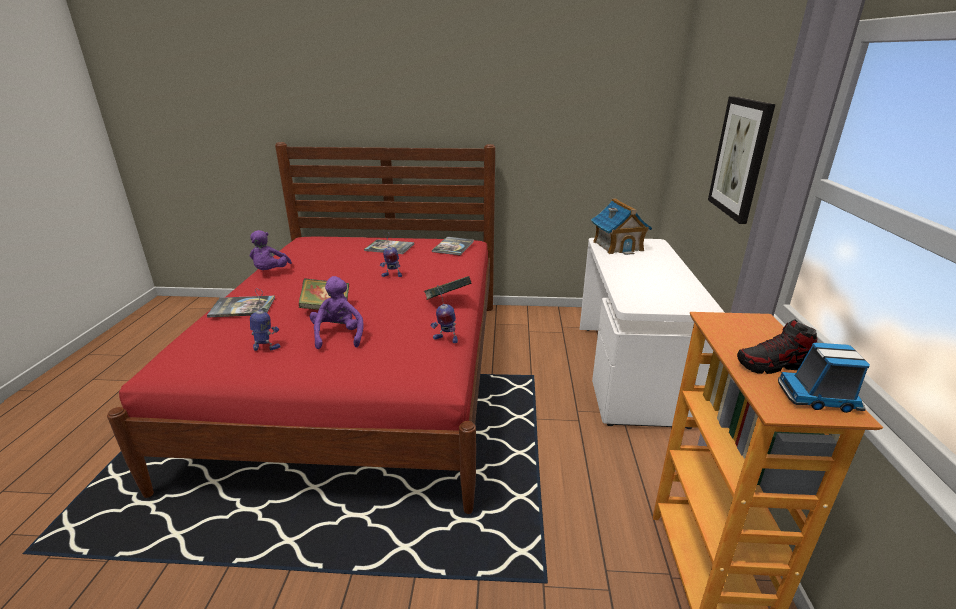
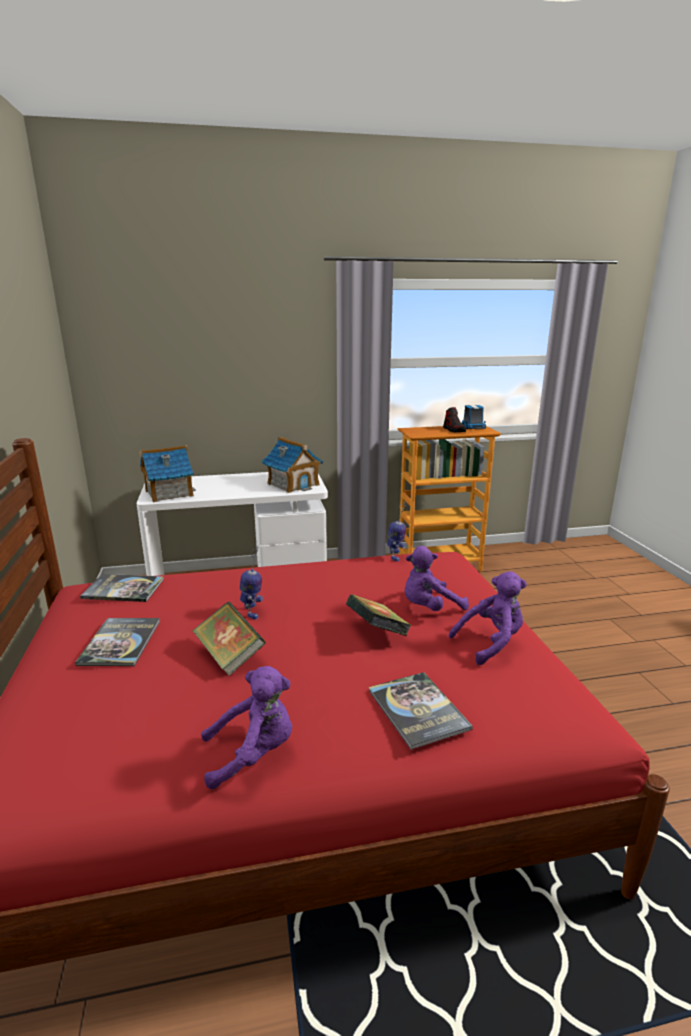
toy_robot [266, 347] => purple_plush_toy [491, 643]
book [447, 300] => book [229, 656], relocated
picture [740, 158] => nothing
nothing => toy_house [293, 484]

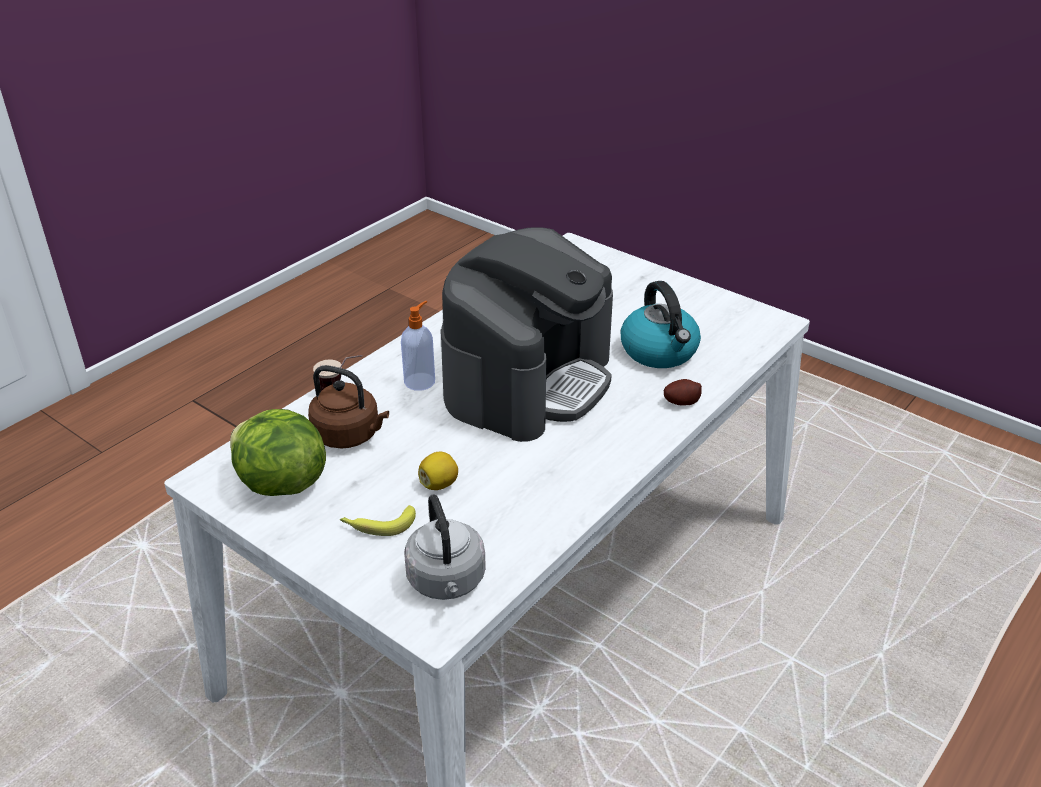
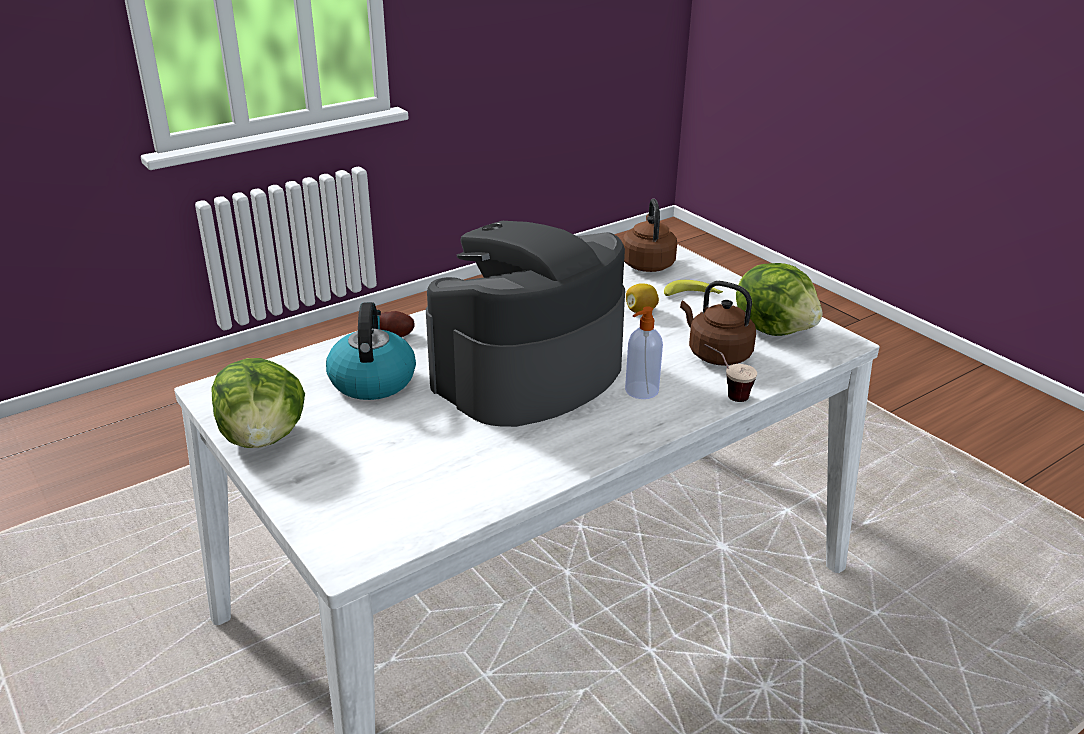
grey_kettle [447, 582] => brown_kettle [647, 263]
nothing => lettuce [264, 438]

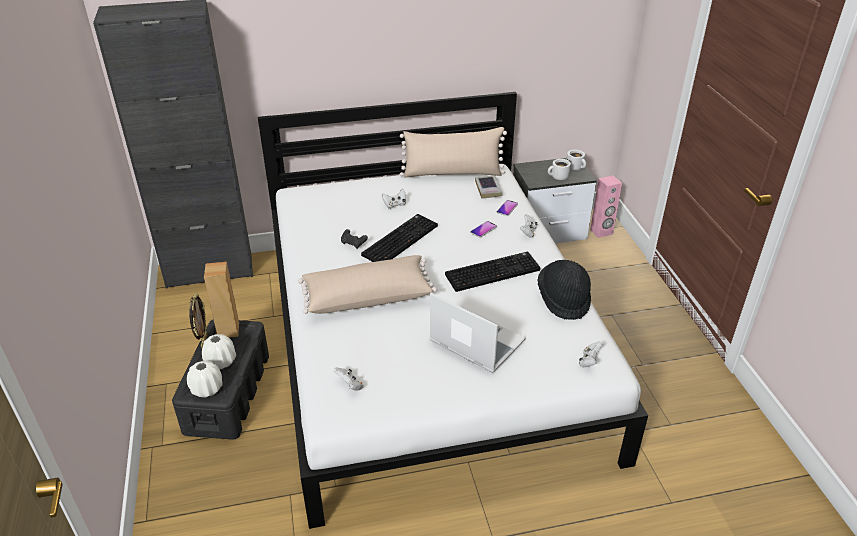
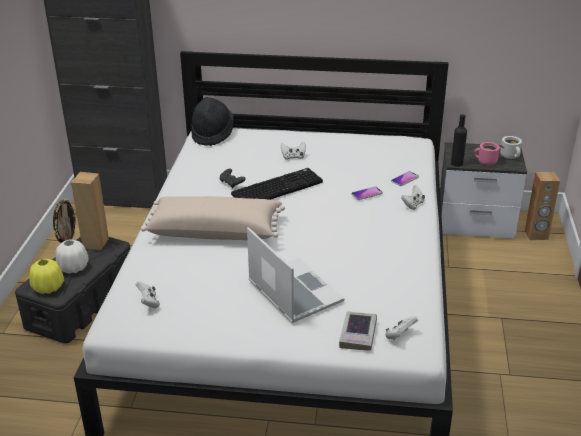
white_vase [207, 389] => yellow_vase [48, 287]
beige_pillow [452, 173] => nothing
keyboard [493, 271] => nothing
book [488, 189] => book [358, 334], relocated
black_hat [563, 299] => black_hat [212, 134], relocated
white_mug [558, 177] => pink_mug [485, 162]
pink_speaker [601, 232] => brown_speaker [536, 235]
nothing => black_bottle [456, 163]

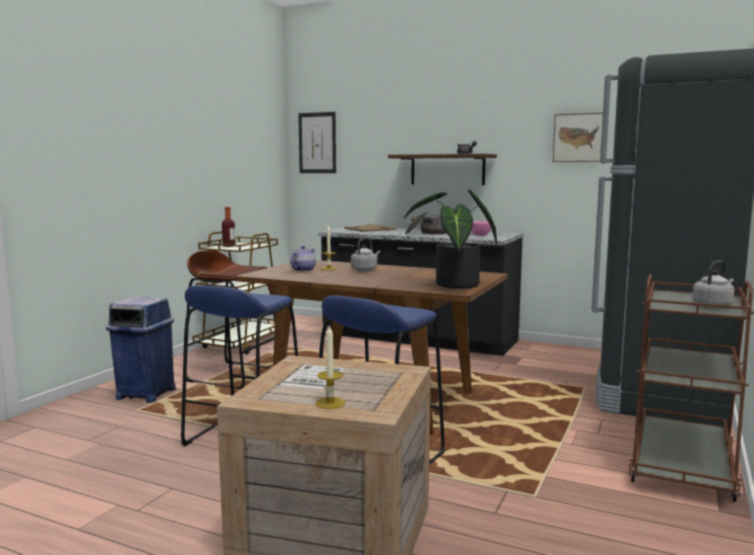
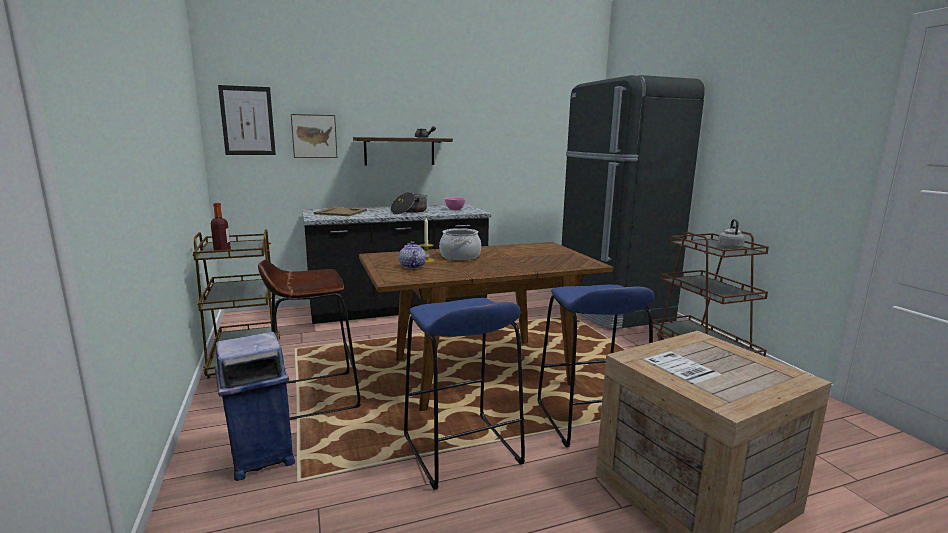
candle [330, 403] => nothing
grey_kettle [365, 270] => cooking_pot [459, 256]
potted_plant [454, 285] => nothing
picture [578, 138] => picture [314, 136], relocated

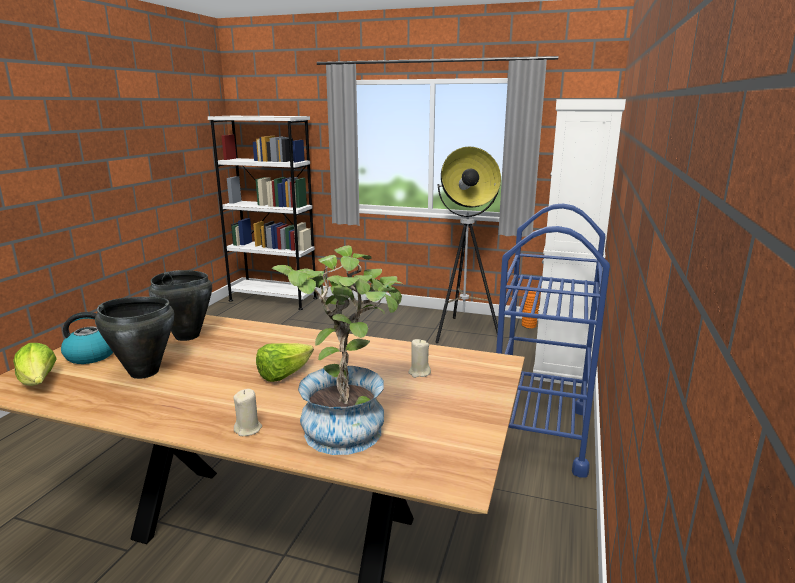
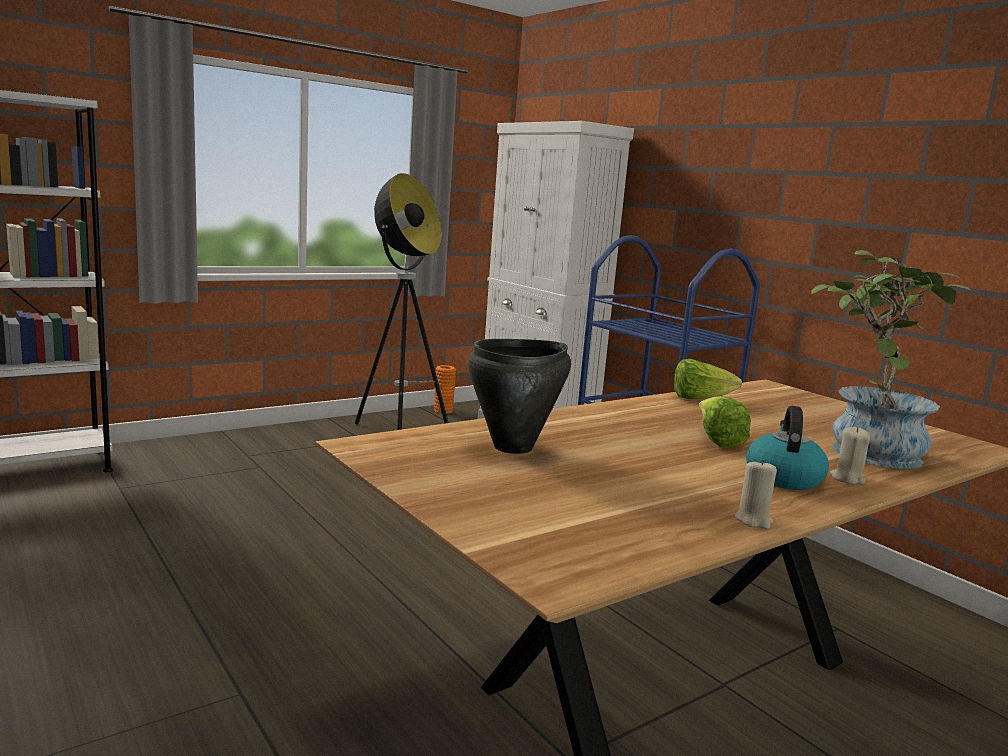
lettuce [39, 383] => lettuce [699, 399], relocated
kettle [92, 355] => kettle [783, 477], relocated
black_cooking_pot [144, 372] => nothing
beige_candle [419, 373] => beige_candle [753, 520], relocated

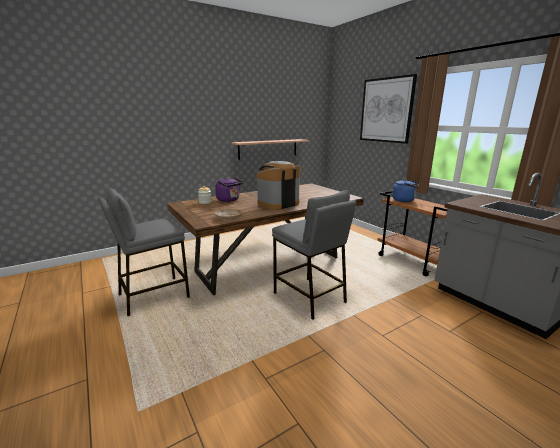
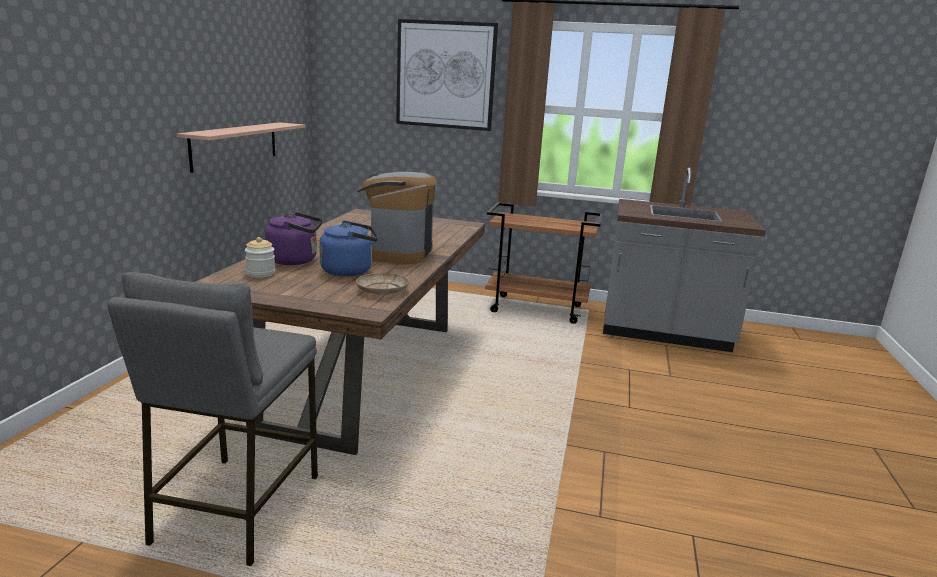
grey_stool [309, 298] => nothing
blue_kettle [404, 200] => blue_kettle [350, 271], relocated

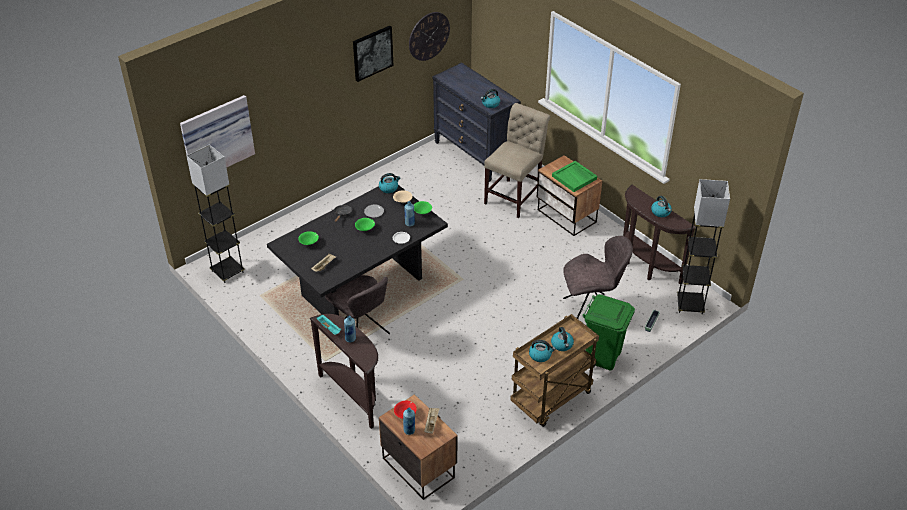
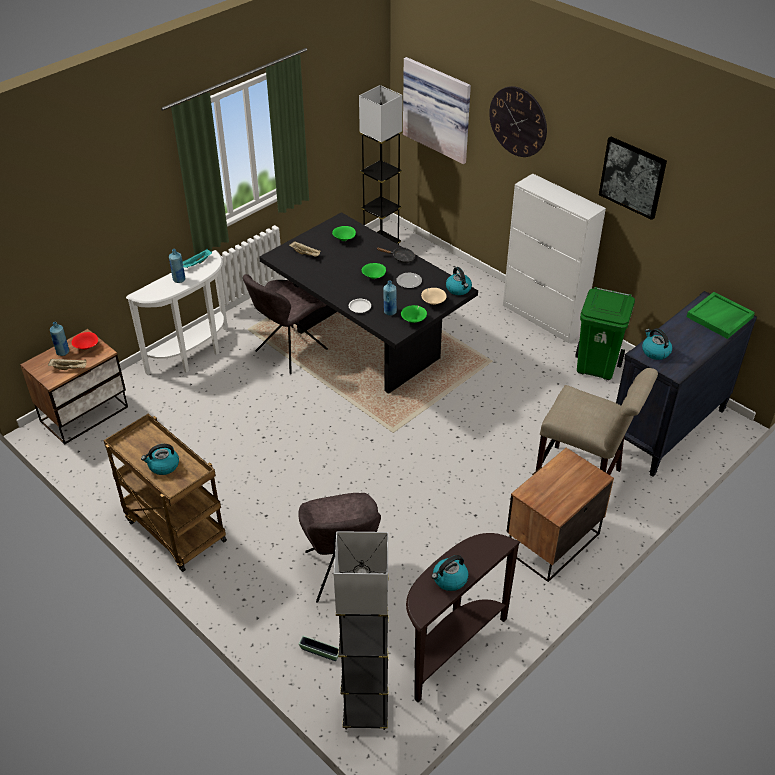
brown_console_table [353, 395] => white_console_table [194, 355]
wall_clock [429, 36] => wall_clock [518, 121], relocated
kettle [540, 355] => nothing
green_tray [574, 178] => green_tray [720, 317], relocated
green_trash_can [602, 357] => green_trash_can [597, 367], relocated
nothing => white_cabinet [543, 318]

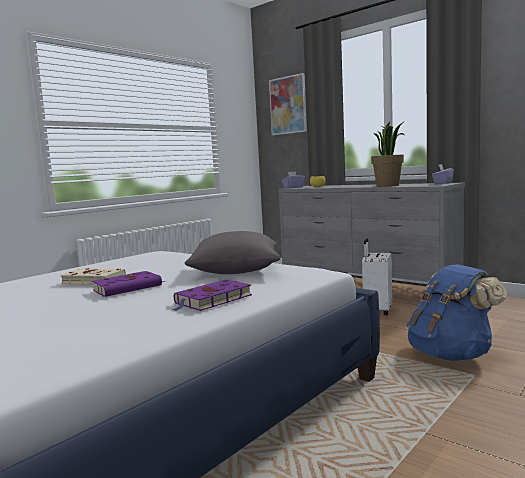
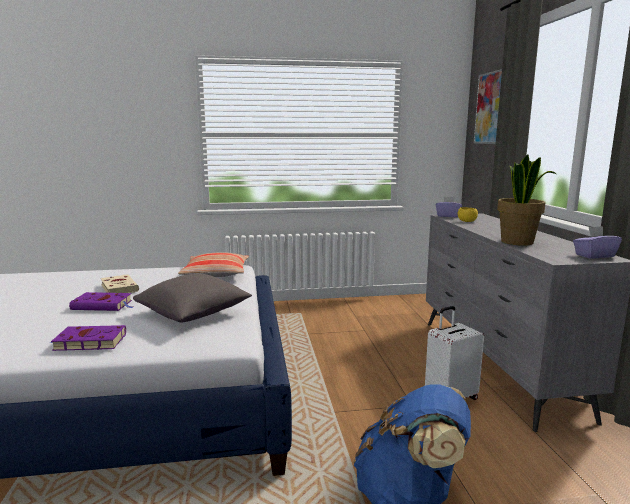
nothing => pillow [216, 273]

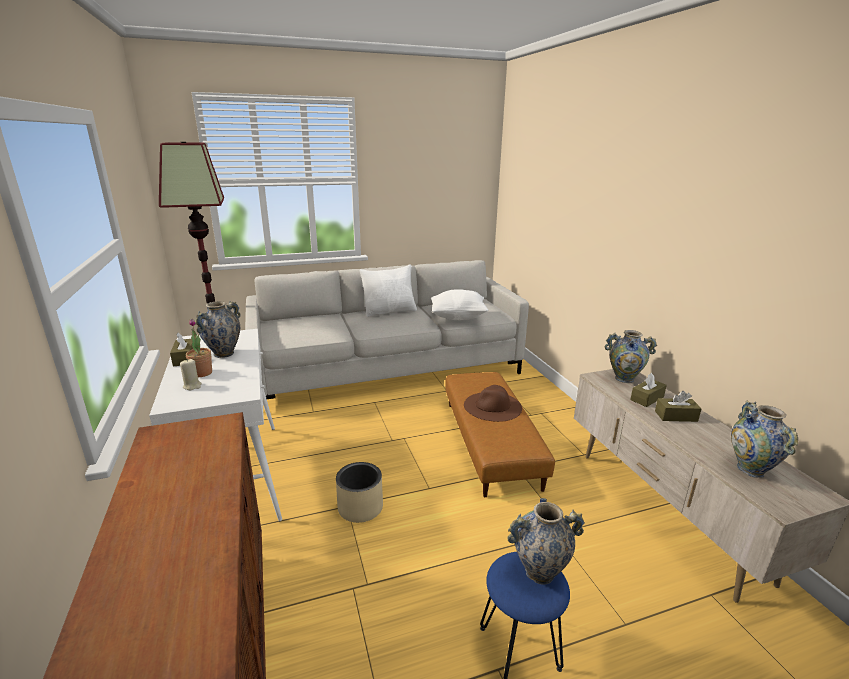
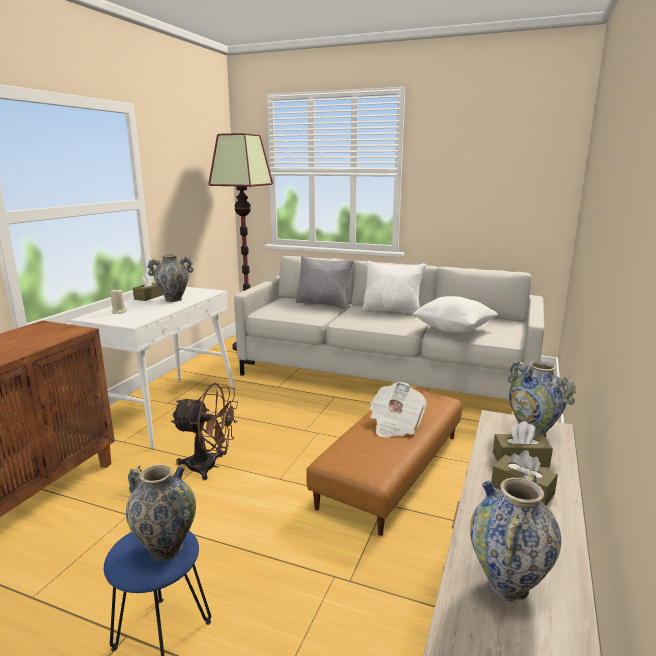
potted_plant [202, 373] => nothing
beige_planter [360, 508] => brown_fan [209, 466]
brown_hat [492, 406] => newspaper [395, 424]
nothing => grey_pillow [323, 304]

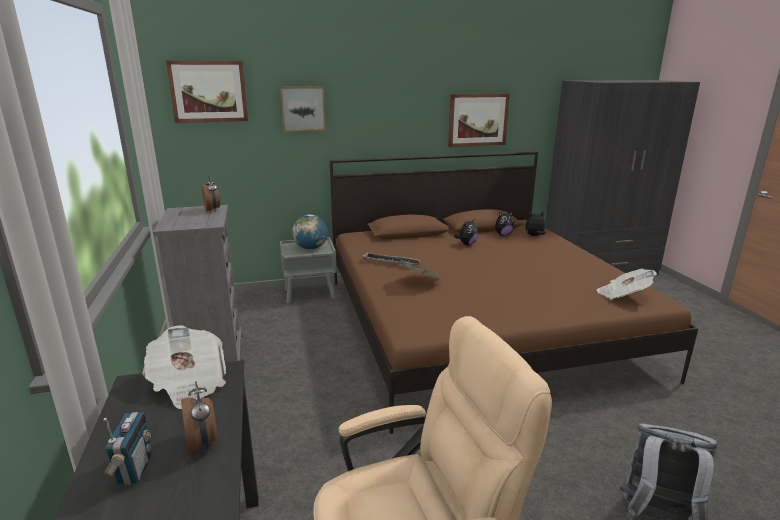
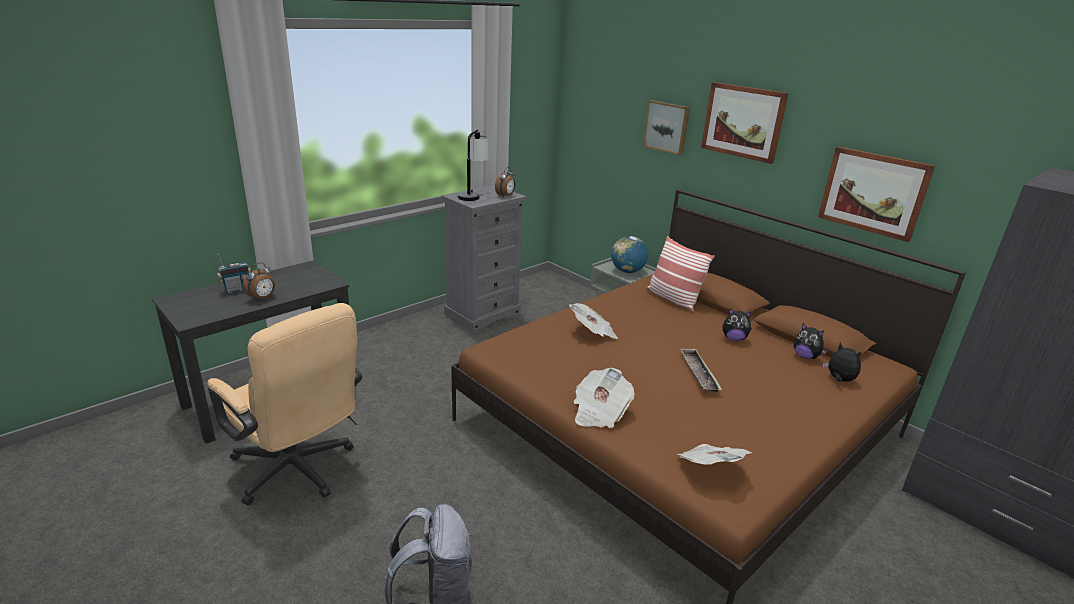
newspaper [189, 384] => newspaper [599, 412], relocated
picture [208, 91] => picture [743, 122], relocated
tray [390, 262] => tray [698, 373], relocated
nothing => table_lamp [472, 195]
nothing => pillow [673, 299]

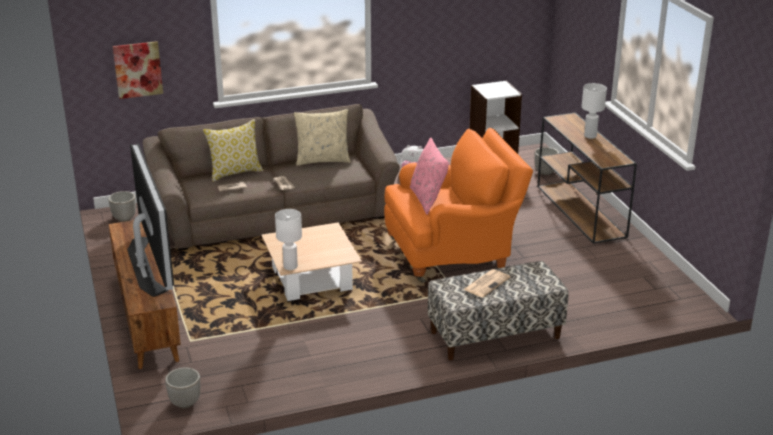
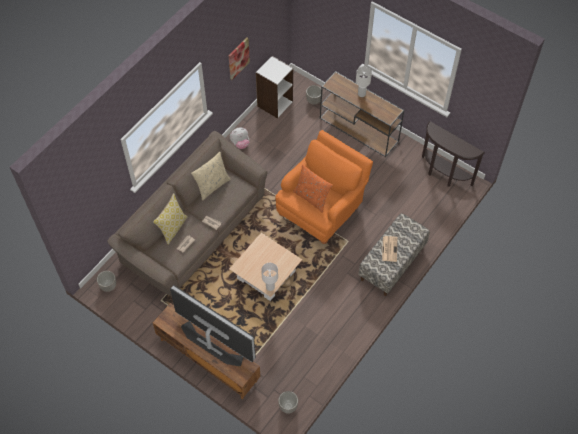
picture [138, 69] => picture [238, 58], relocated
pink_pillow [428, 199] => orange_pillow [312, 198]
nothing => brown_console_table [443, 175]

